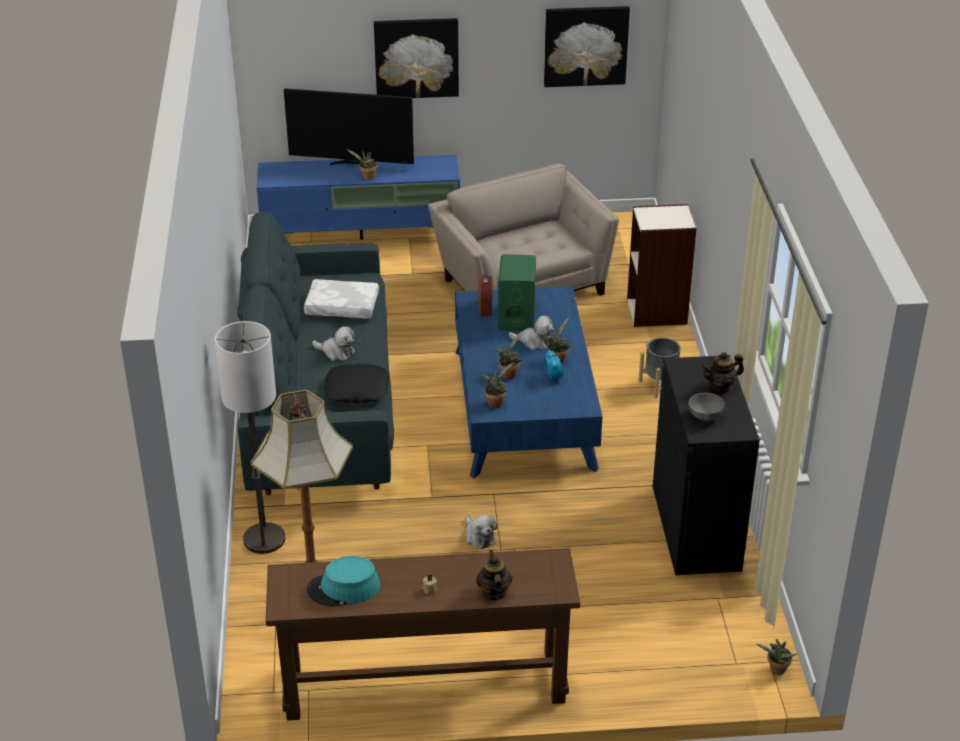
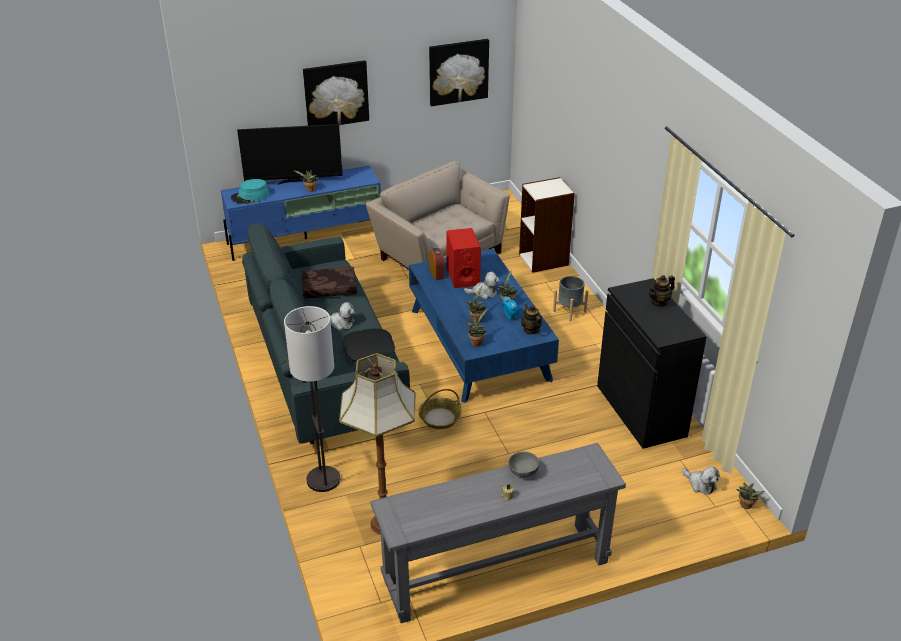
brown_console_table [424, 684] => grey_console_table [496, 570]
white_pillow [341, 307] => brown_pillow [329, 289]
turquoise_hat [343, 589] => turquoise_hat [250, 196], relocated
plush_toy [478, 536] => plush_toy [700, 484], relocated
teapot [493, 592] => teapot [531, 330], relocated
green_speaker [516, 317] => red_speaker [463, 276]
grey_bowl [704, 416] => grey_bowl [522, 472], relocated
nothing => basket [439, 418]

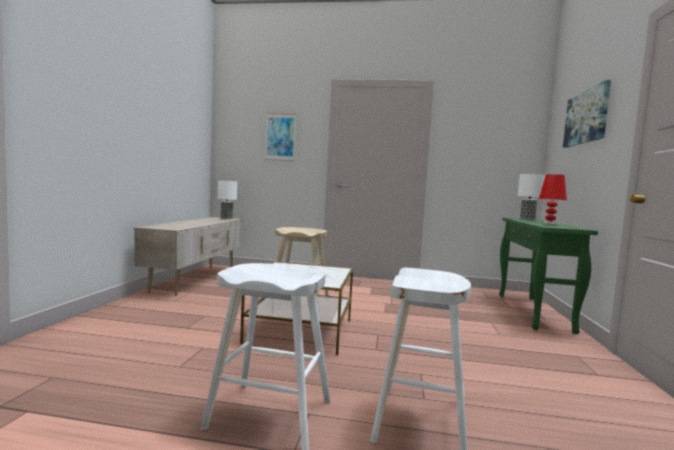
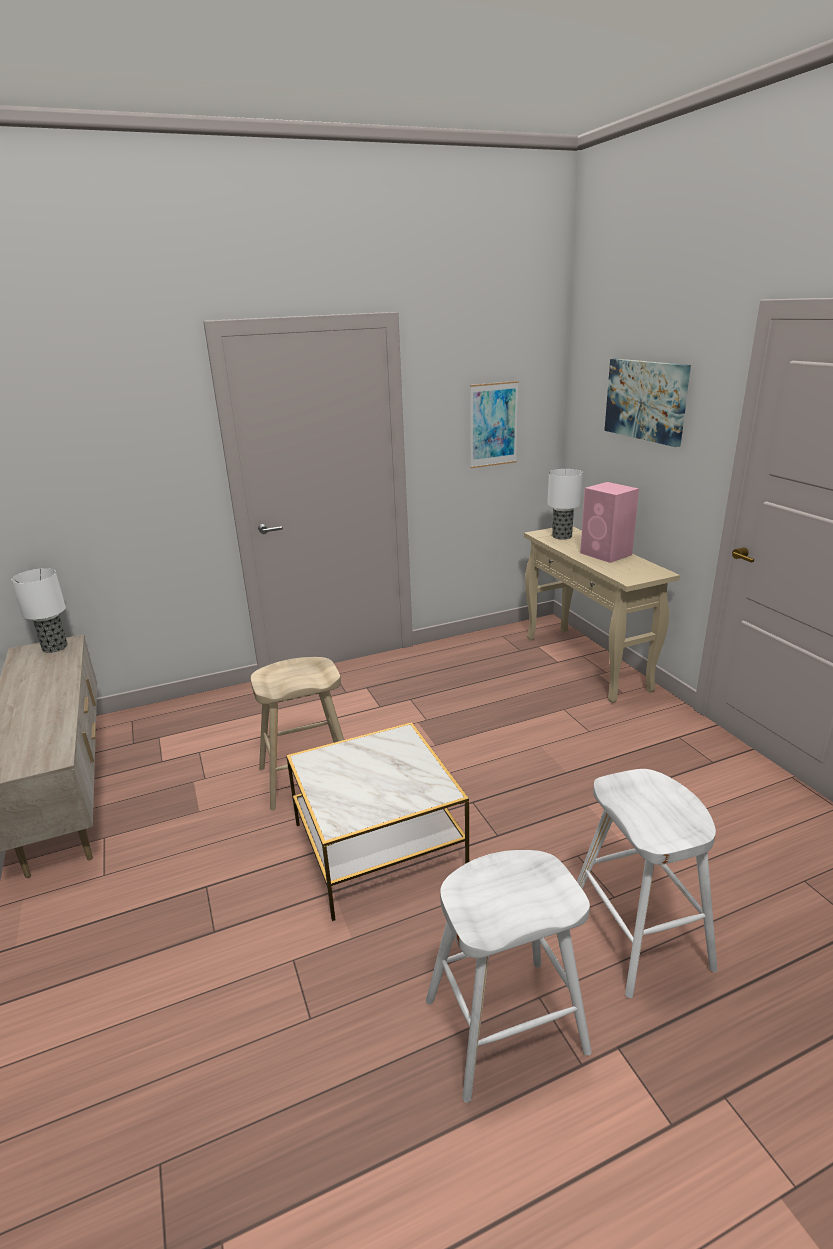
picture [280, 137] => picture [493, 424], relocated
green_console_table [533, 312] => beige_console_table [587, 663]
red_table_lamp [550, 224] => pink_speaker [606, 554]

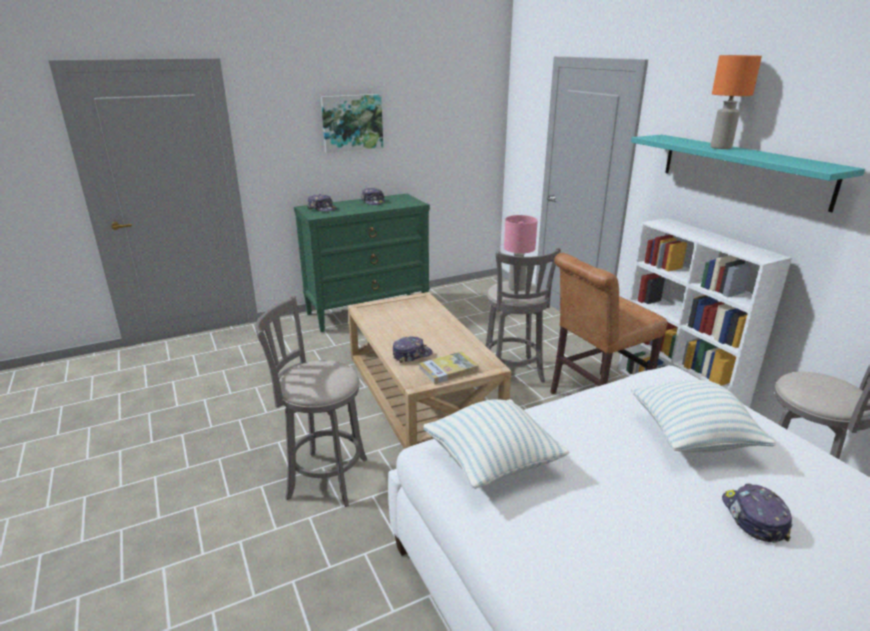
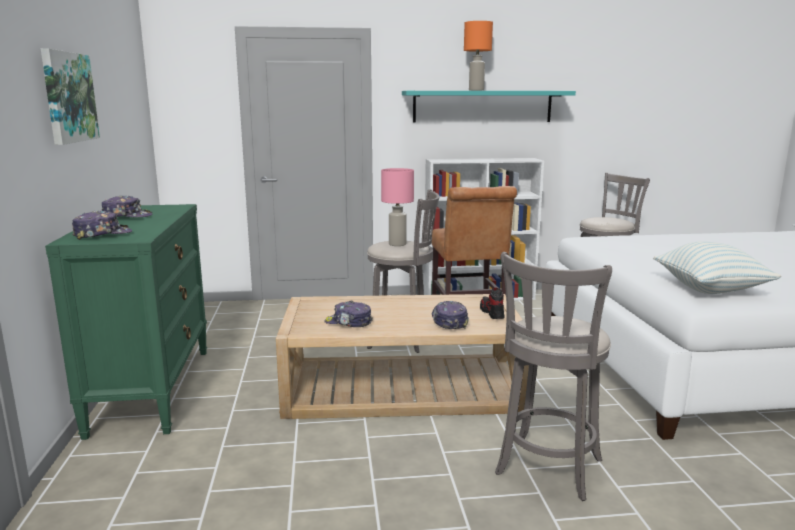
book [448, 370] => shoe [492, 312]
pillow [692, 438] => nothing
cap [753, 518] => cap [348, 323], relocated

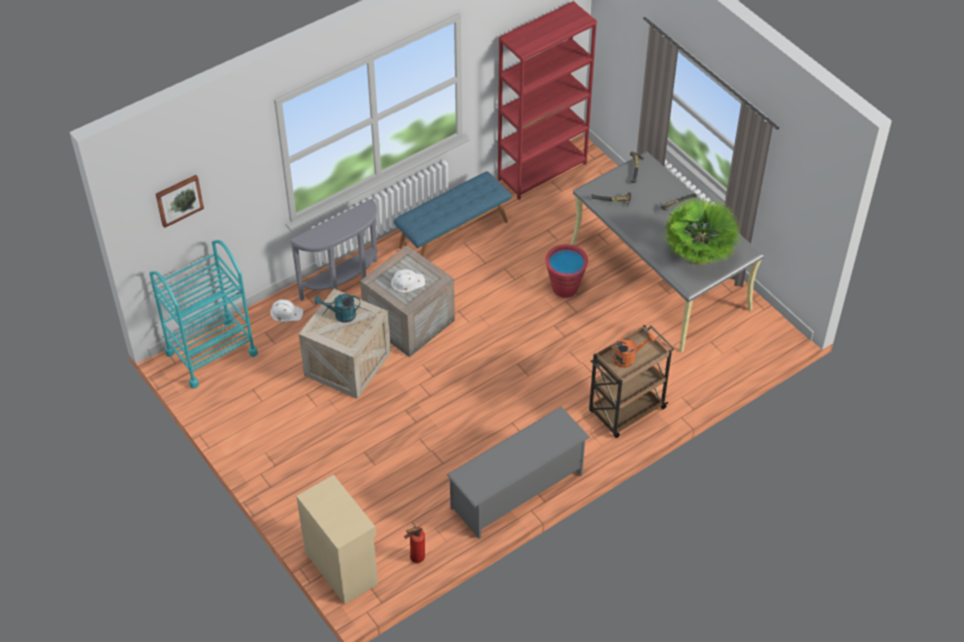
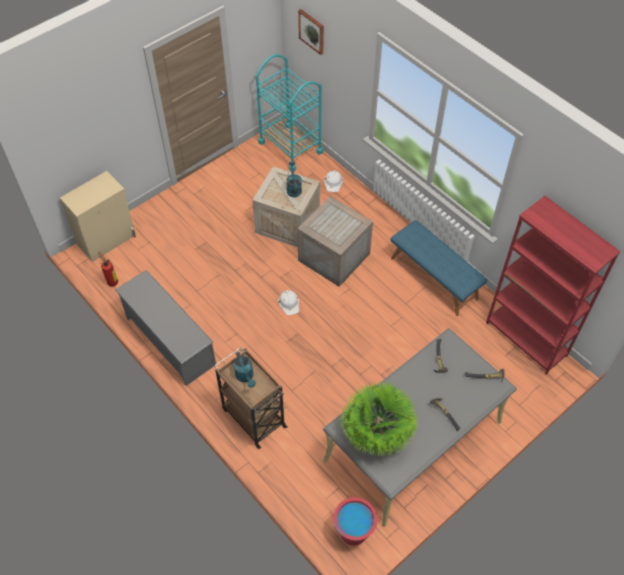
grey_console_table [344, 286] => nothing
white_hard_hat [407, 282] => white_hard_hat [289, 303], relocated
red_bucket [565, 288] => red_bucket [353, 533], relocated
orange_watering_can [628, 358] => turquoise_watering_can [246, 377]

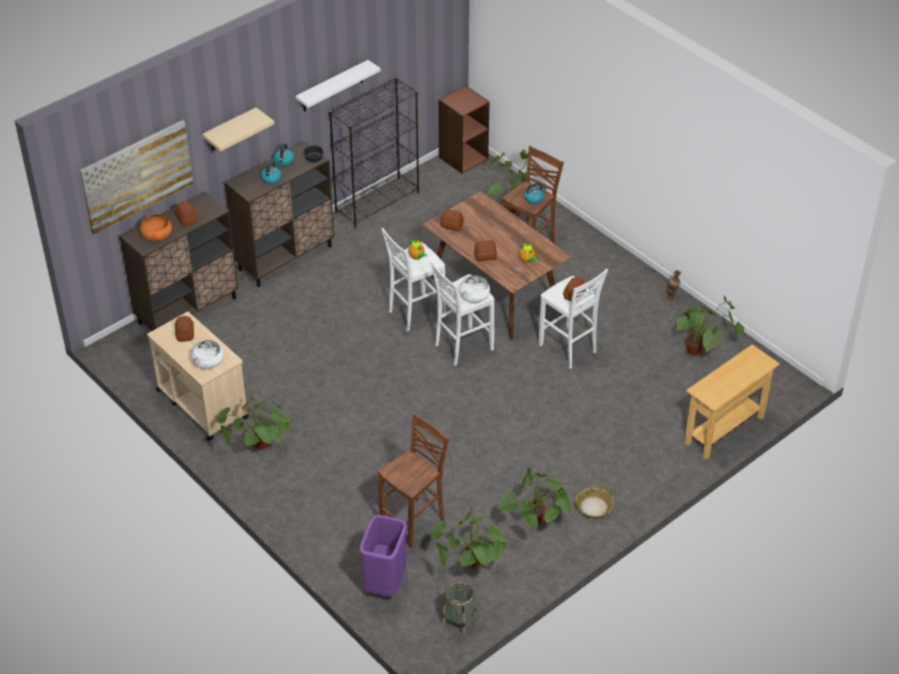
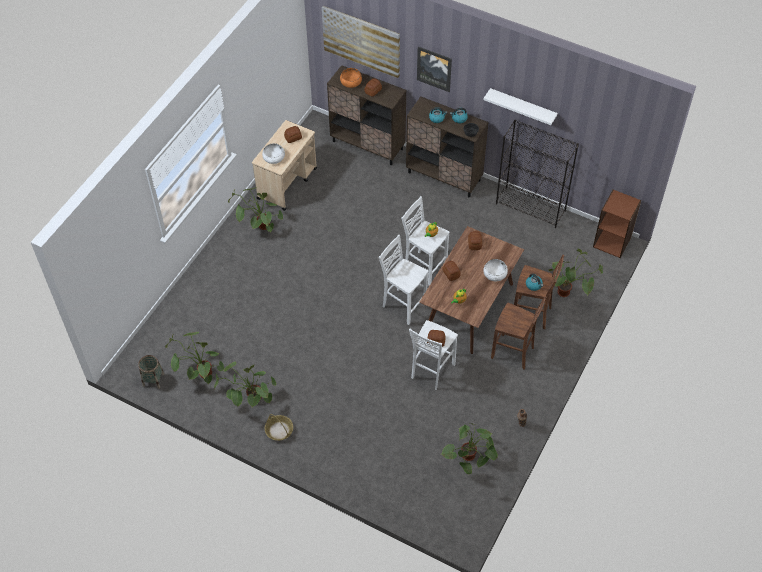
beige_shelf [230, 130] => picture [434, 68]
purple_trash_can [385, 583] => nothing
brown_stool [414, 521] => brown_stool [513, 353], relocated
white_bowl [474, 295] => white_bowl [495, 274], relocated
beige_console_table [724, 430] => nothing

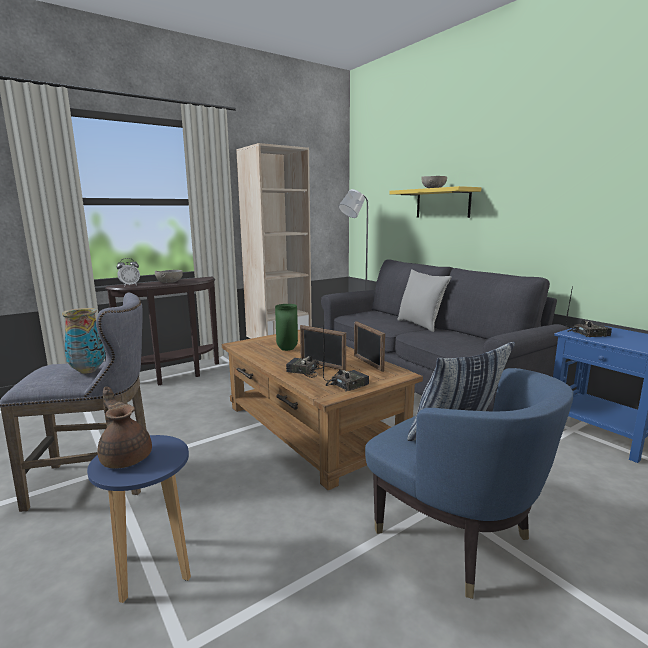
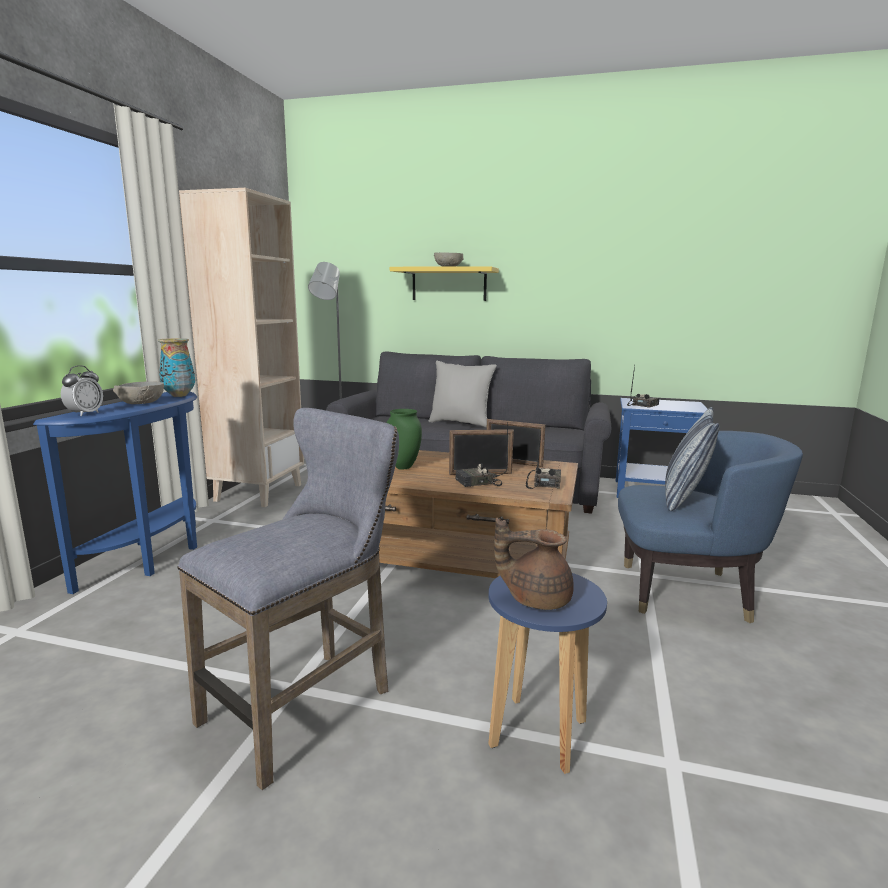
vase [88, 370] => vase [179, 395], relocated
brown_console_table [176, 376] => blue_console_table [155, 557]

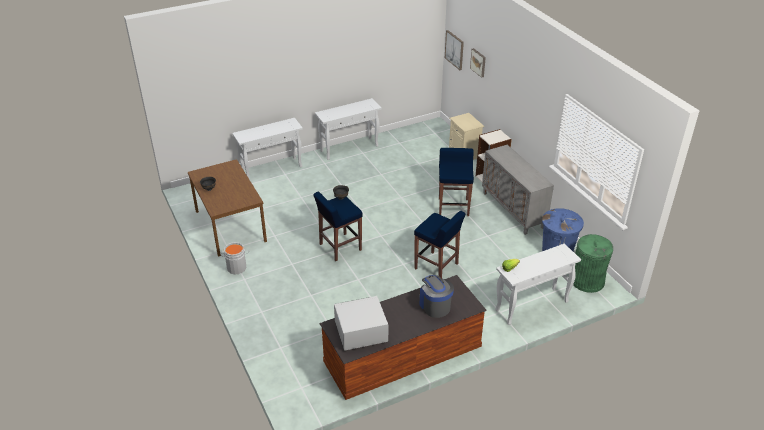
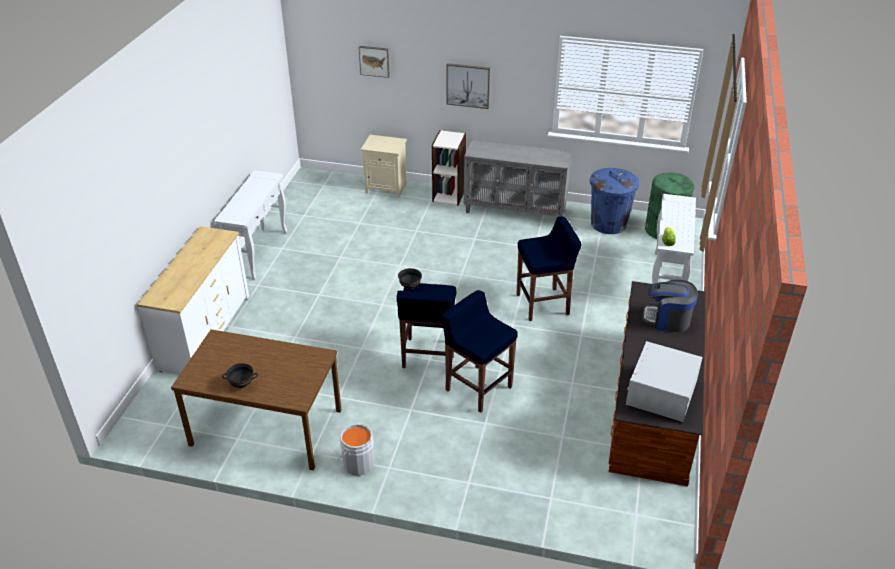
white_console_table [272, 169] => white_dresser [204, 332]
blue_stool [453, 206] => blue_stool [478, 388], relocated
picture [454, 49] => picture [468, 85], relocated

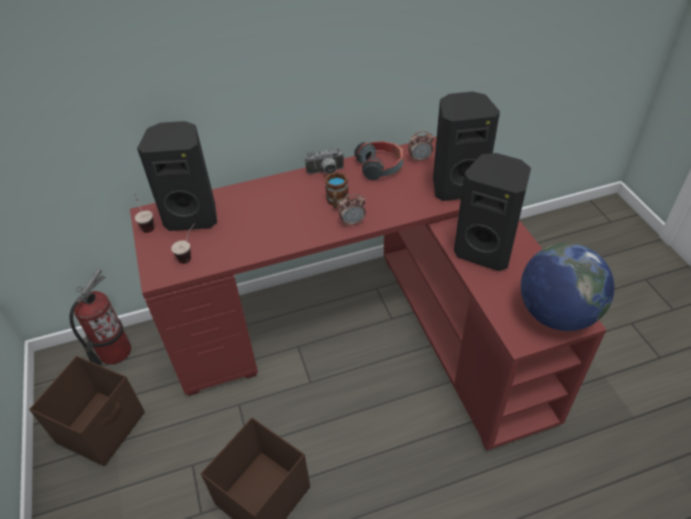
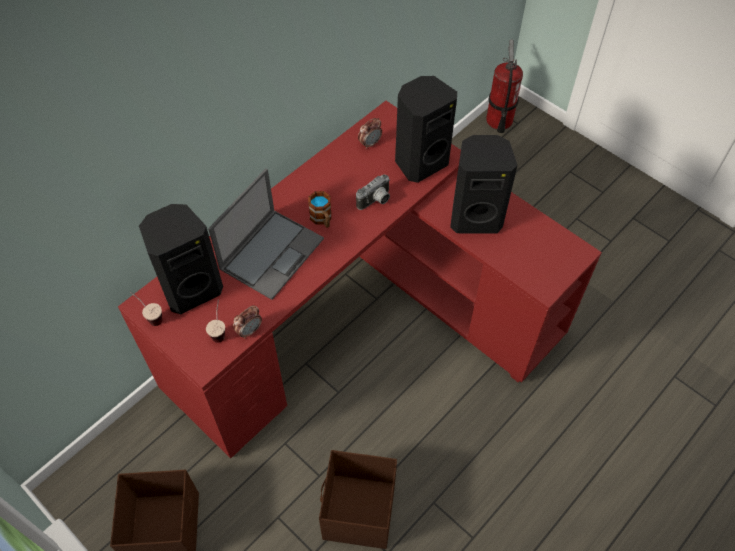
fire_extinguisher [114, 351] => fire_extinguisher [499, 120], relocated
photo_camera [326, 172] => photo_camera [376, 201], relocated
alarm_clock [352, 222] => alarm_clock [249, 330], relocated
headphones [380, 166] => nothing
globe [556, 314] => nothing
nothing => laptop [272, 252]

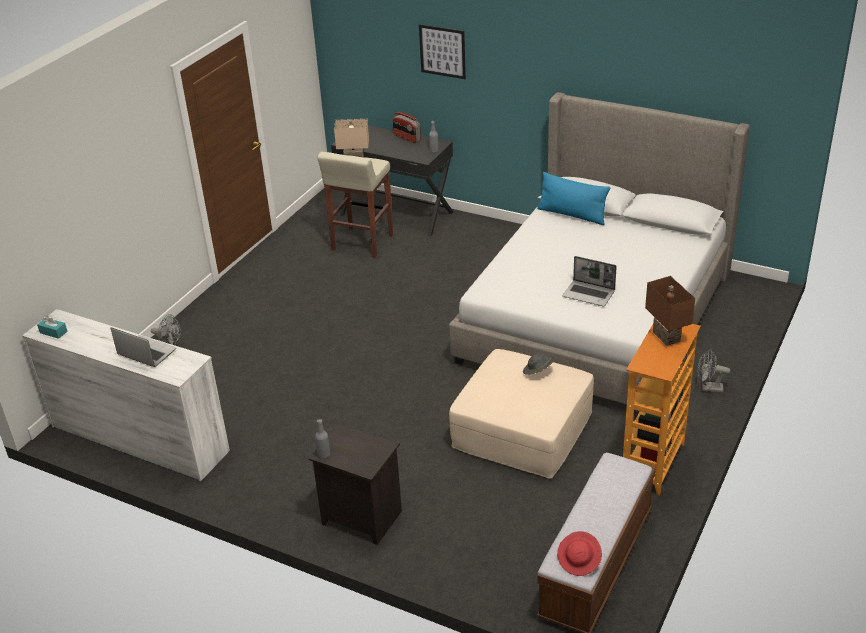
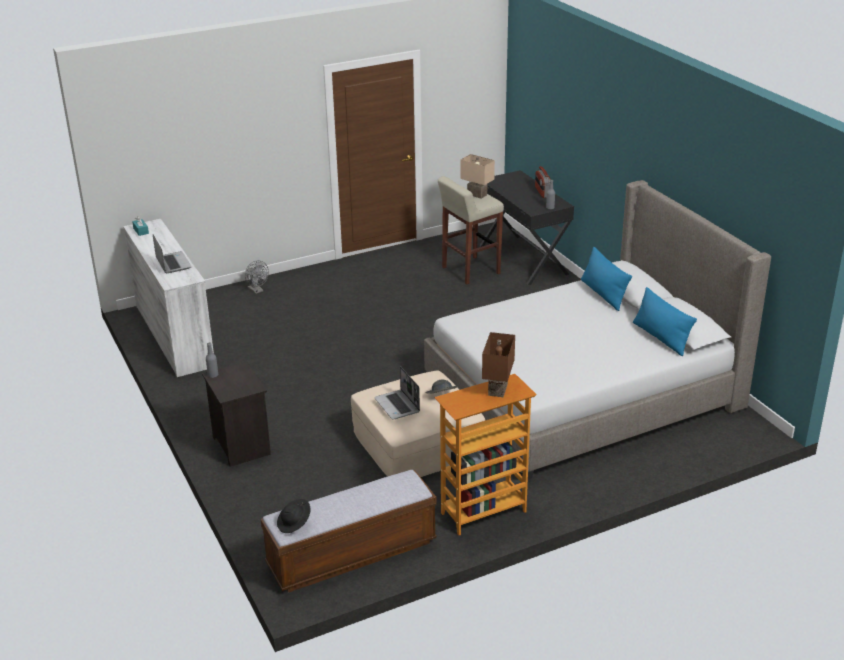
picture [442, 51] => nothing
red_hat [579, 561] => black_hat [294, 523]
laptop [589, 294] => laptop [398, 406], relocated
grey_fan [708, 388] => nothing
nothing => blue_pillow [661, 338]

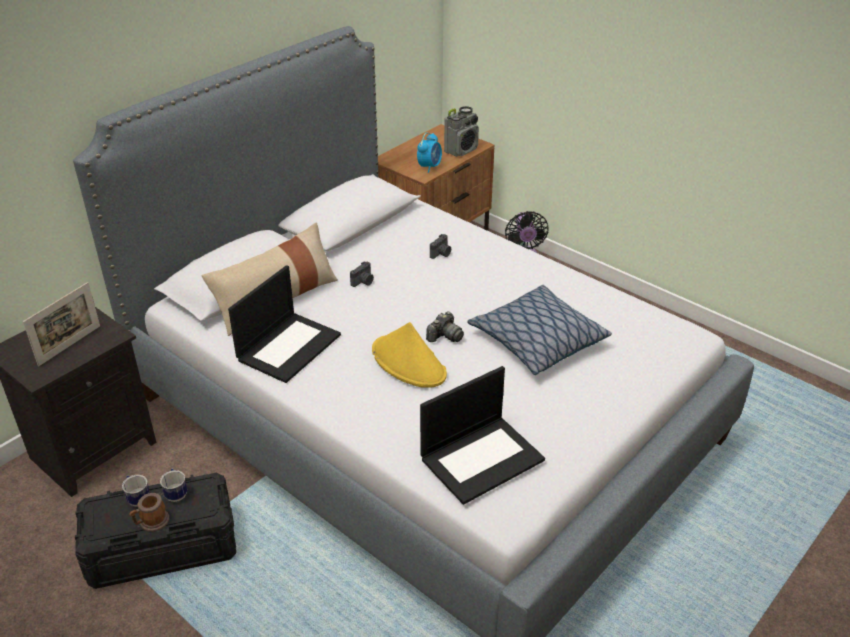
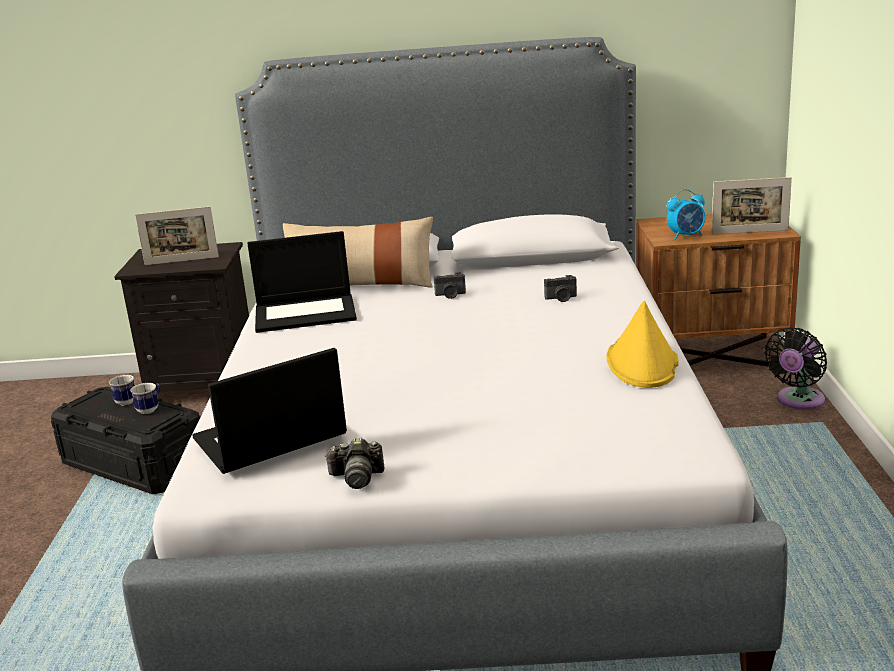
mug [151, 522] => nothing
yellow_hat [409, 363] => yellow_hat [642, 363], relocated
laptop [482, 458] => laptop [269, 438], 135 degrees clockwise
photo_camera [445, 336] => photo_camera [357, 477], relocated
radio [461, 150] => picture_frame [750, 232]
pillow [537, 341] => nothing

